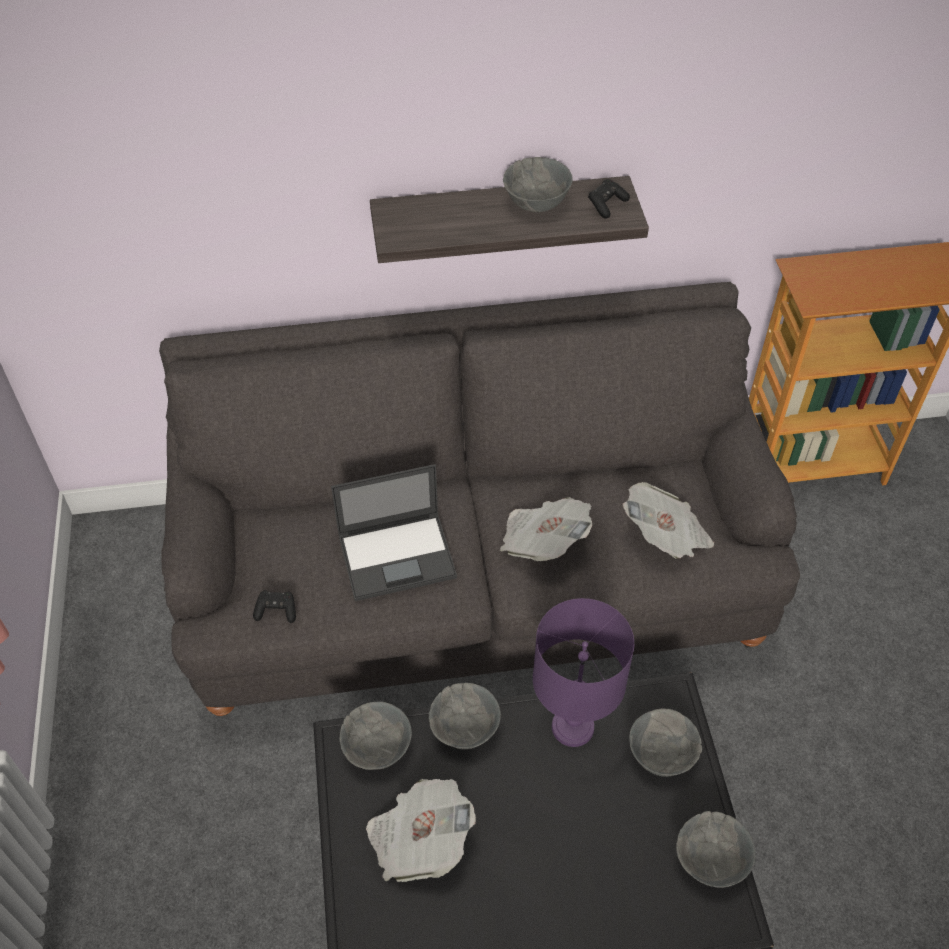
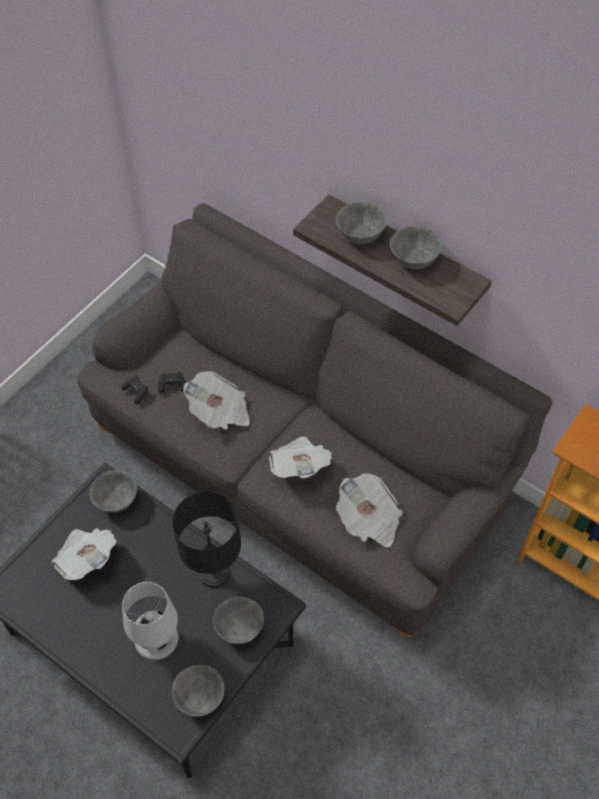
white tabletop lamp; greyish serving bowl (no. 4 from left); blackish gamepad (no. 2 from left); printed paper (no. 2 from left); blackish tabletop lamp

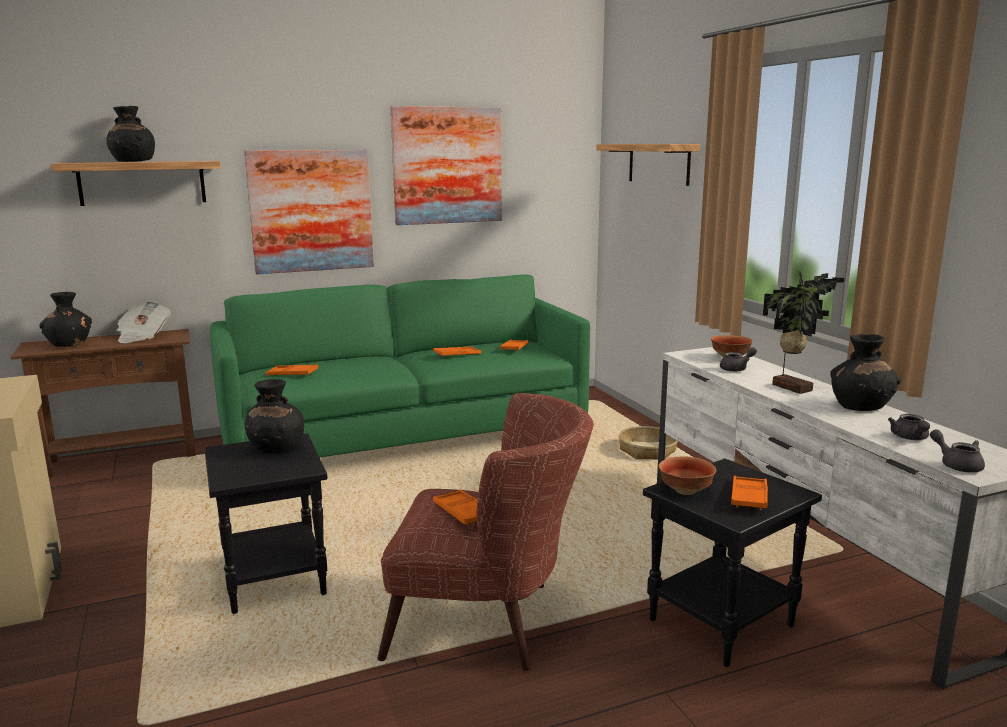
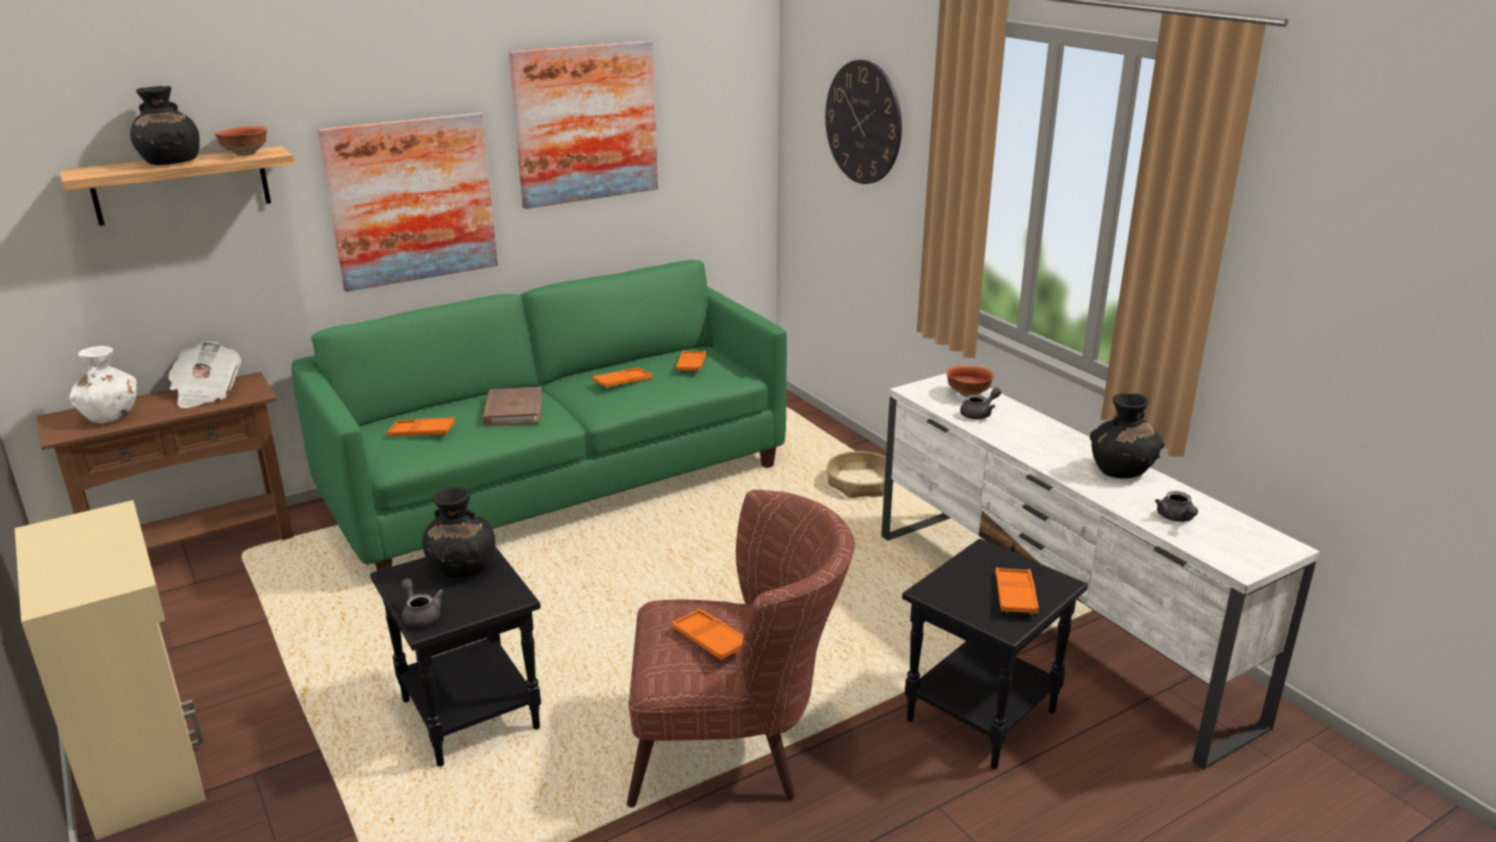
potted plant; brownish book; serving bowl (no. 1 from left); greyish teapot (no. 1 from left); hanging clock; white vase

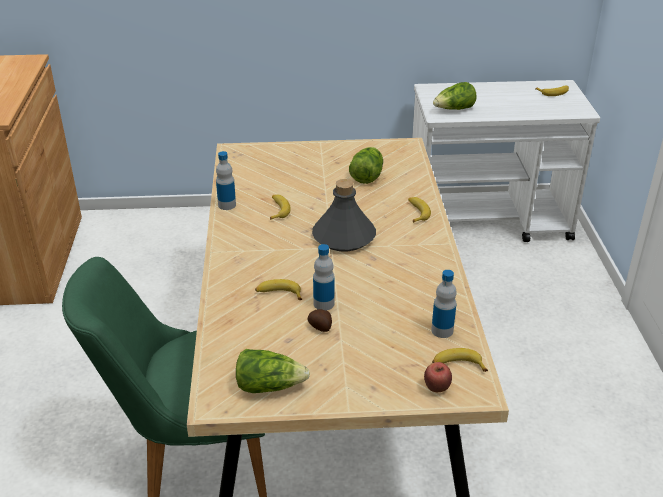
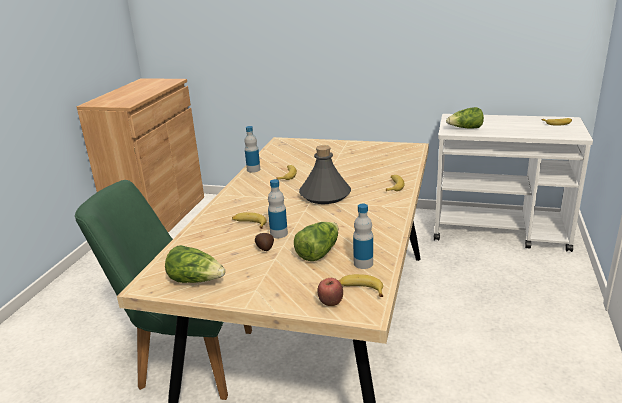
lettuce (no. 2 from left)

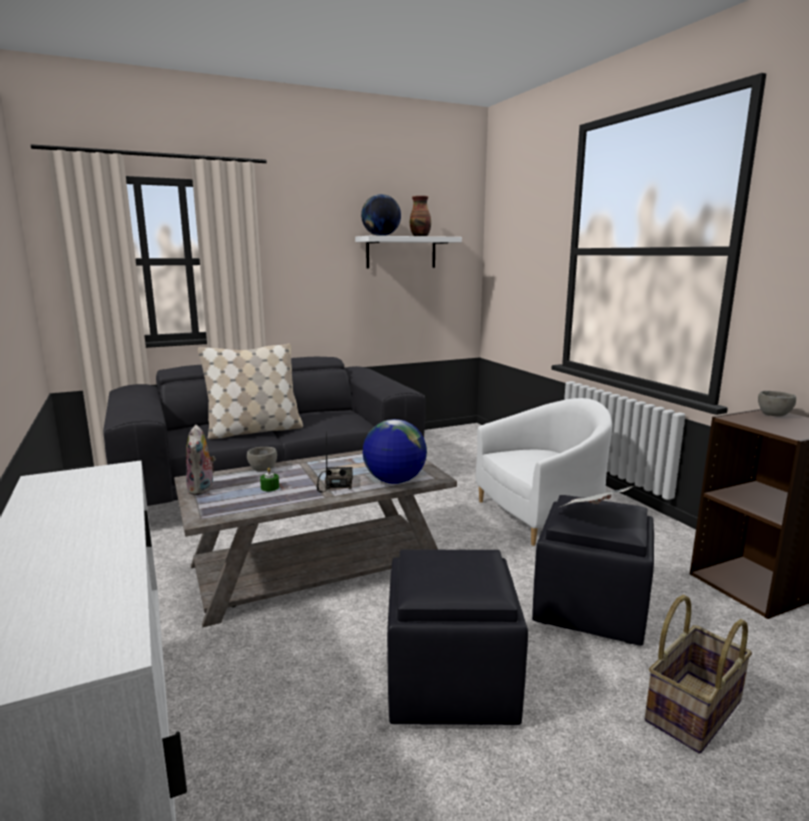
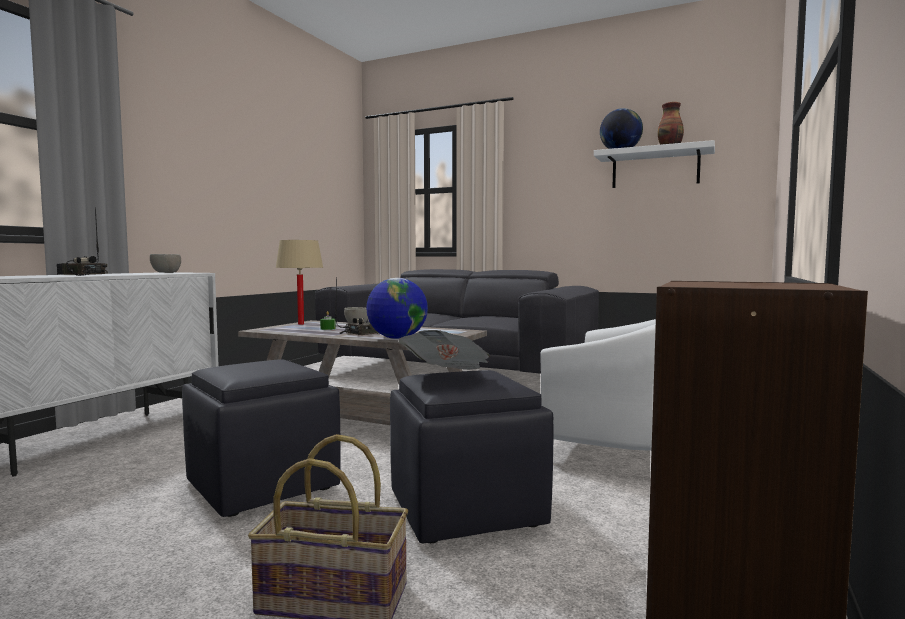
sand-coloured cushion; radio receiver (no. 1 from left); greyish serving bowl (no. 1 from left); sand-coloured tabletop lamp

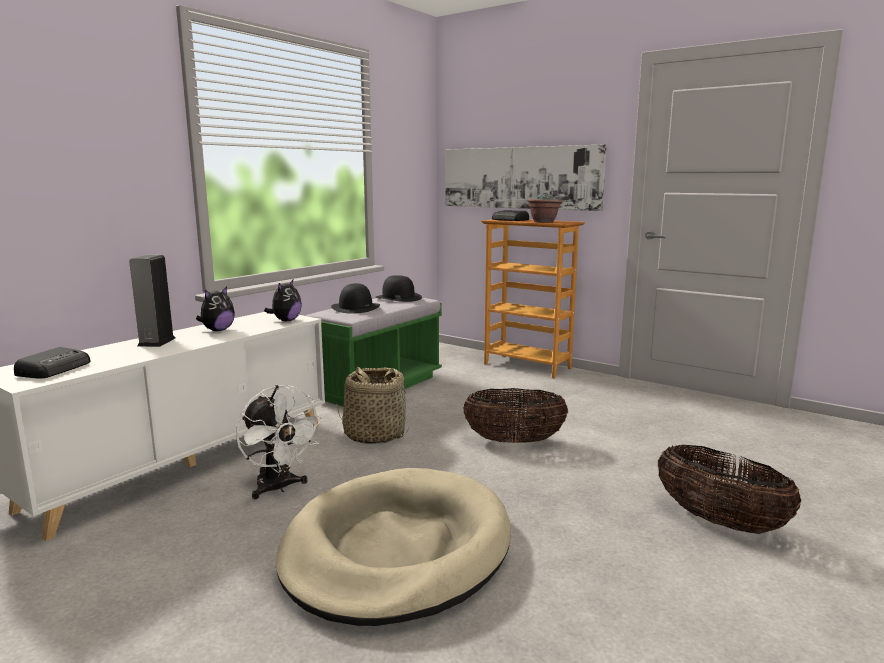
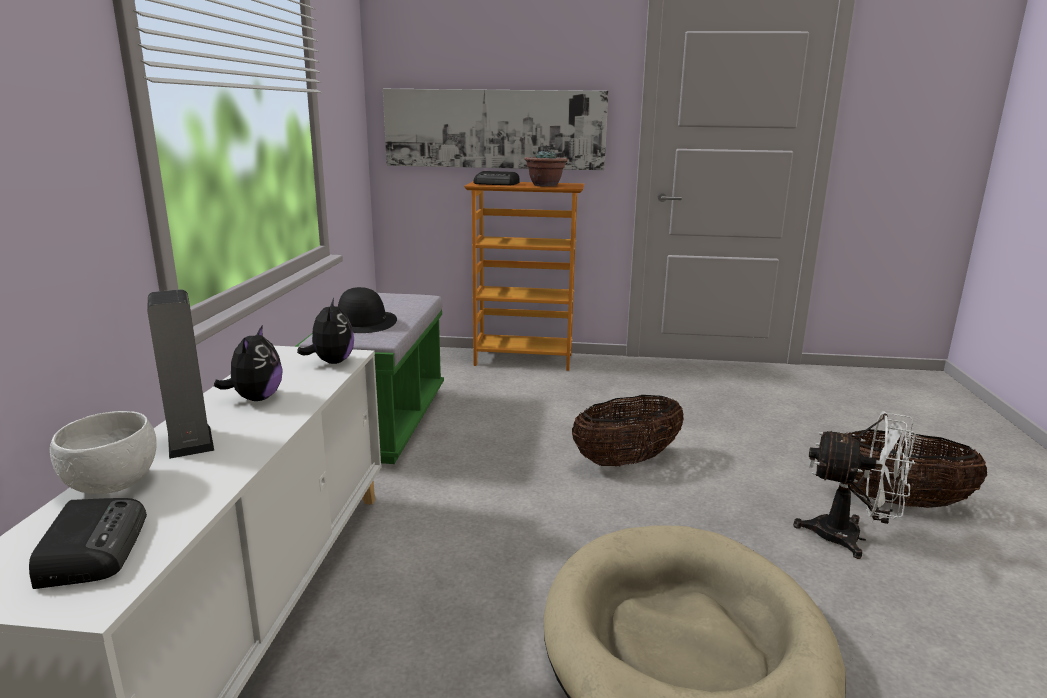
storage basket (no. 1 from left in the first image); blackish hat (no. 2 from left in the first image); white serving bowl; white cooling fan

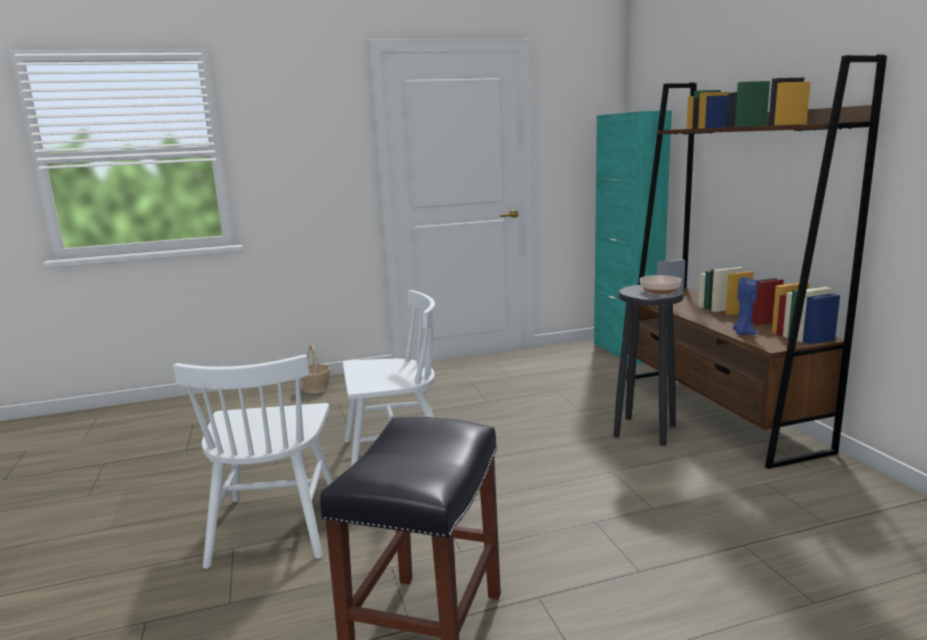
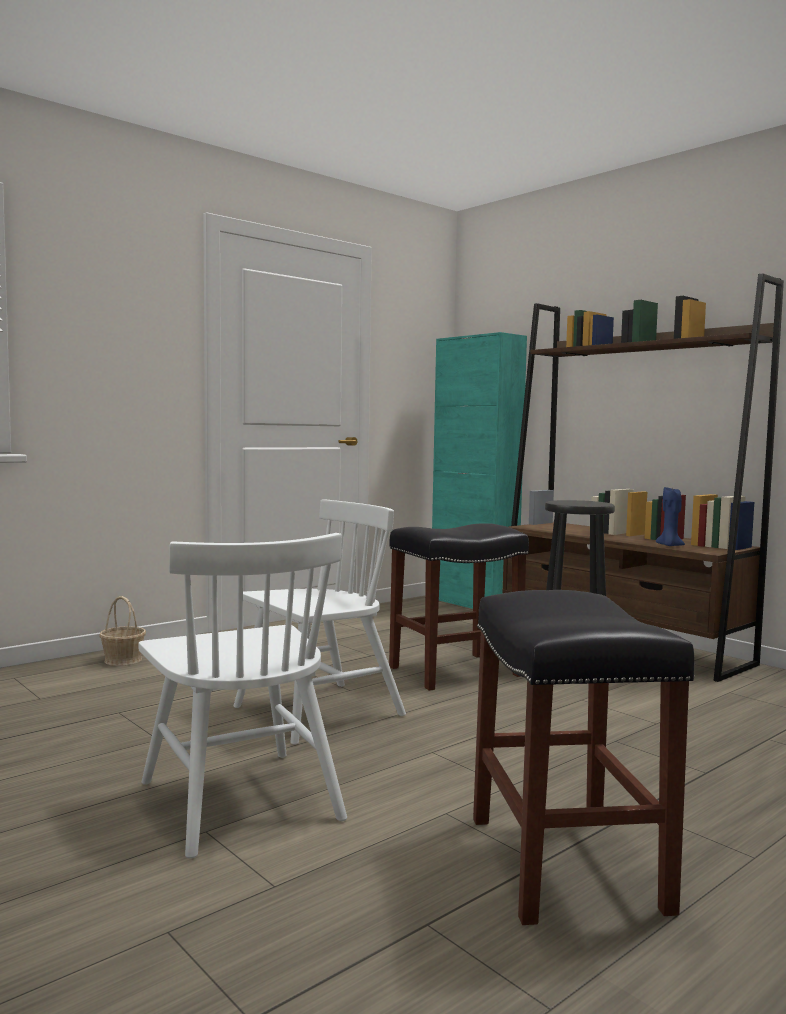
serving bowl; blackish stool (no. 1 from left)

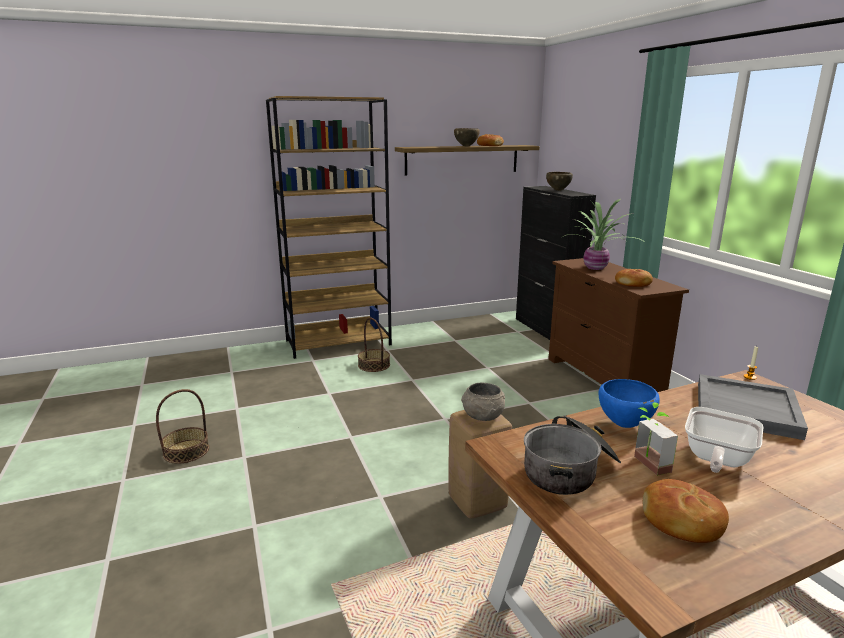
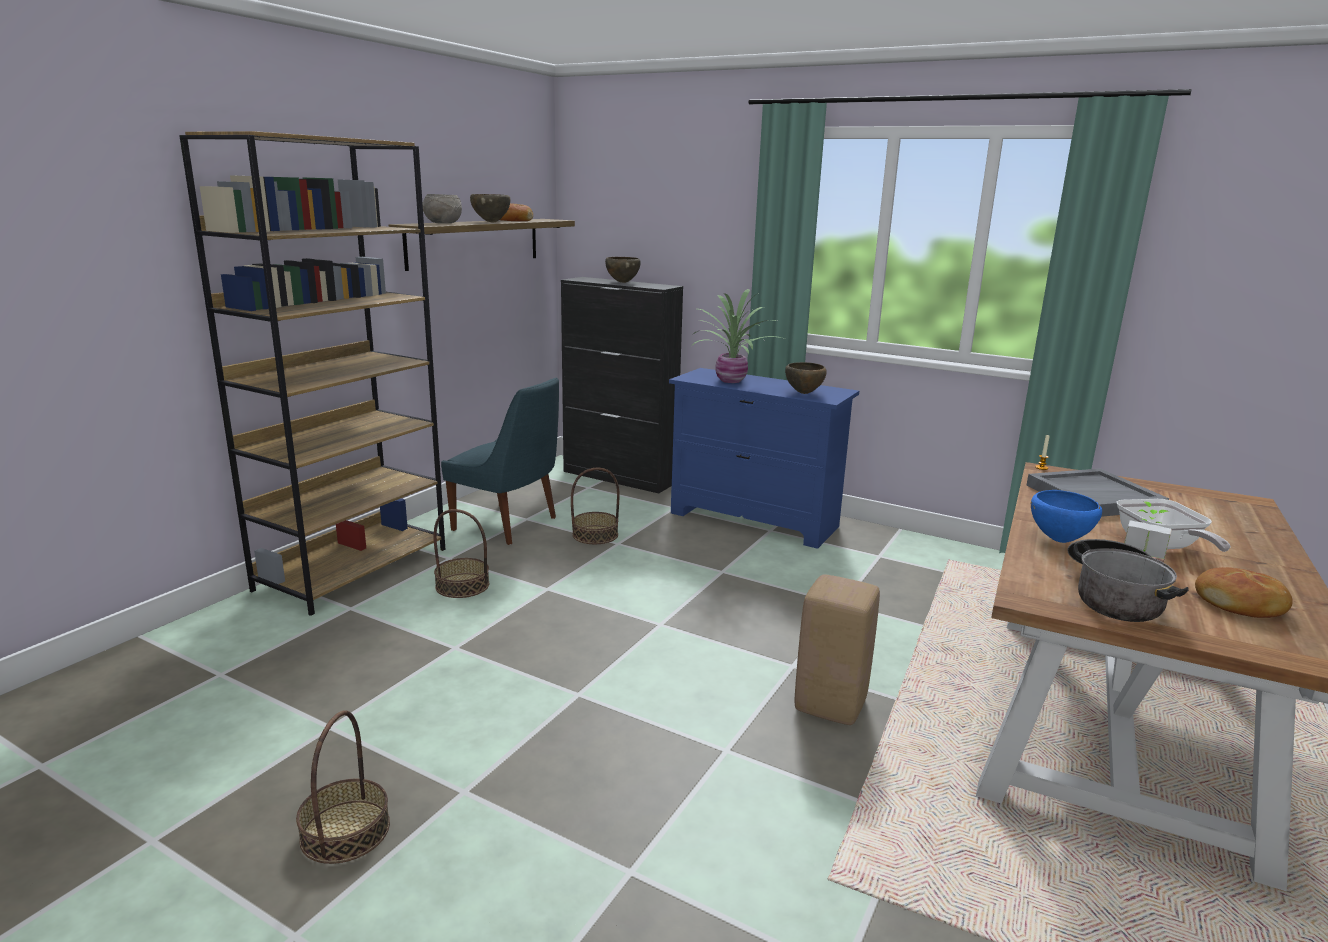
bluish upright chair; storage basket (no. 3 from left); greyish serving bowl; brownish serving bowl (no. 3 from left); bluish chest of drawers

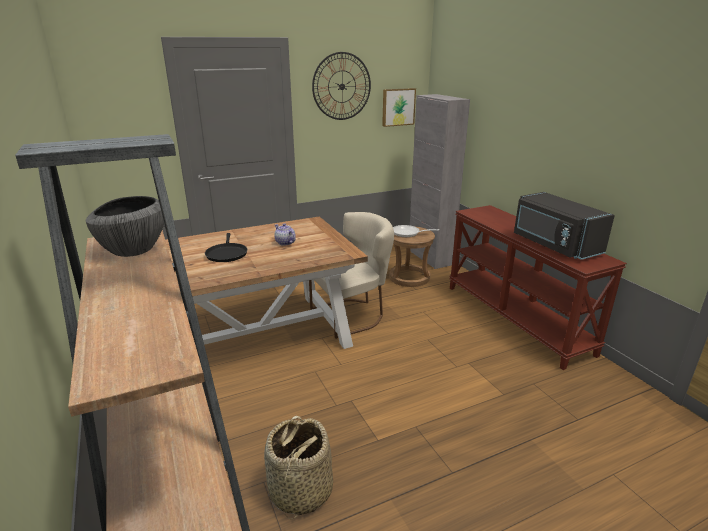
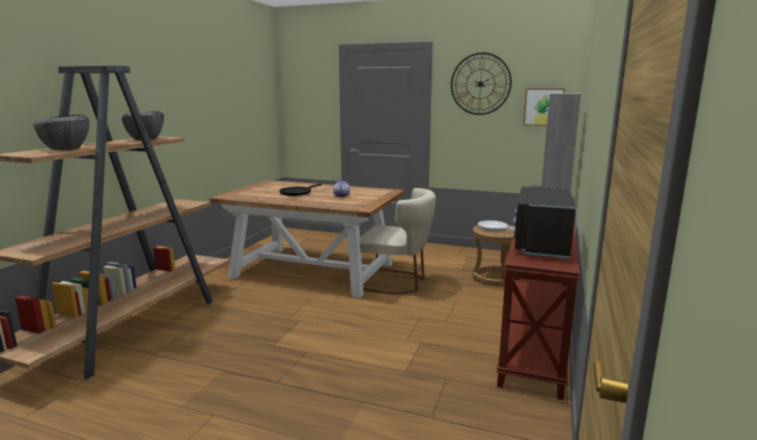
storage basket; serving bowl (no. 1 from left)

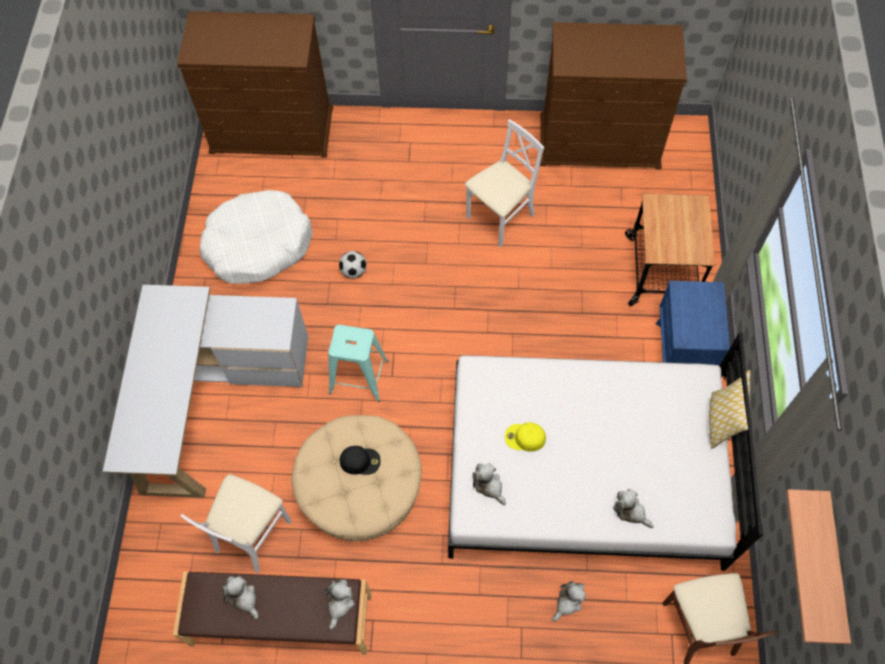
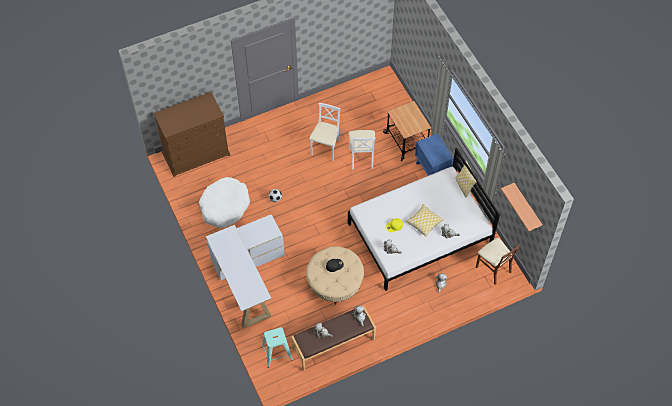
brownish chest of drawers (no. 2 from left in the first image); cushion (no. 1 from left); white upright chair (no. 2 from left); turquoise-coloured stool

